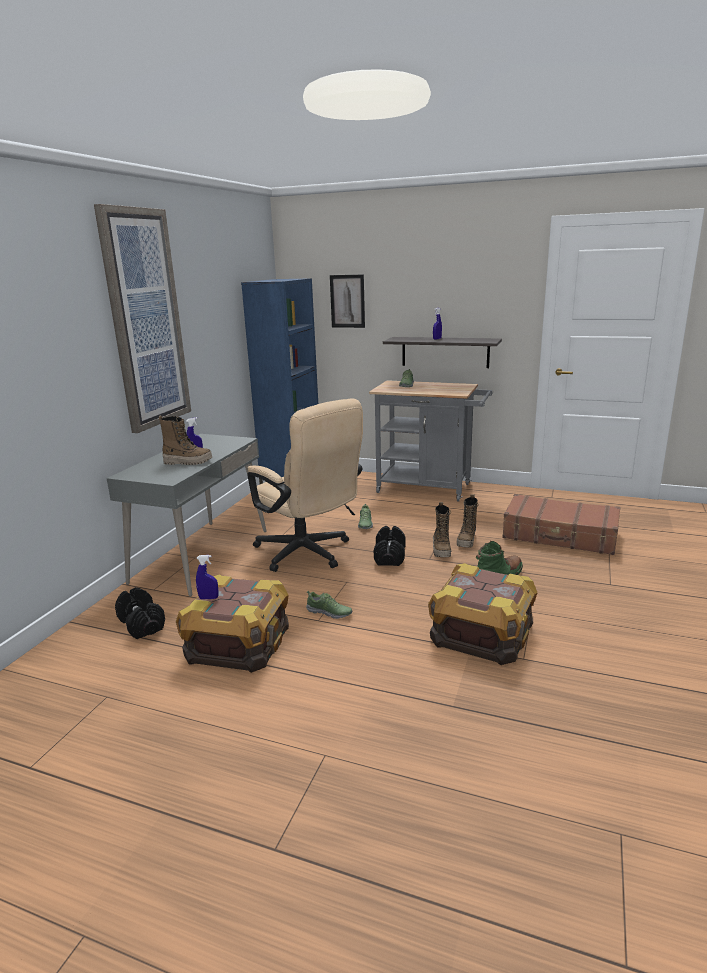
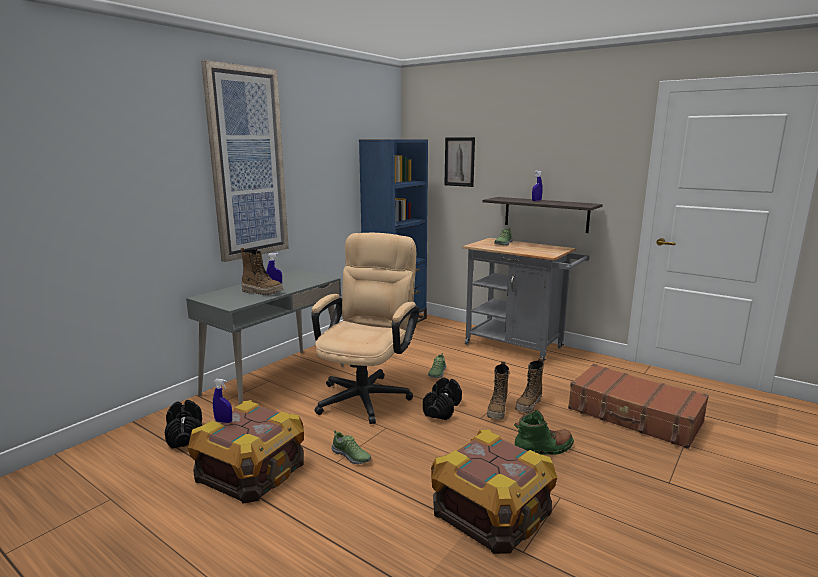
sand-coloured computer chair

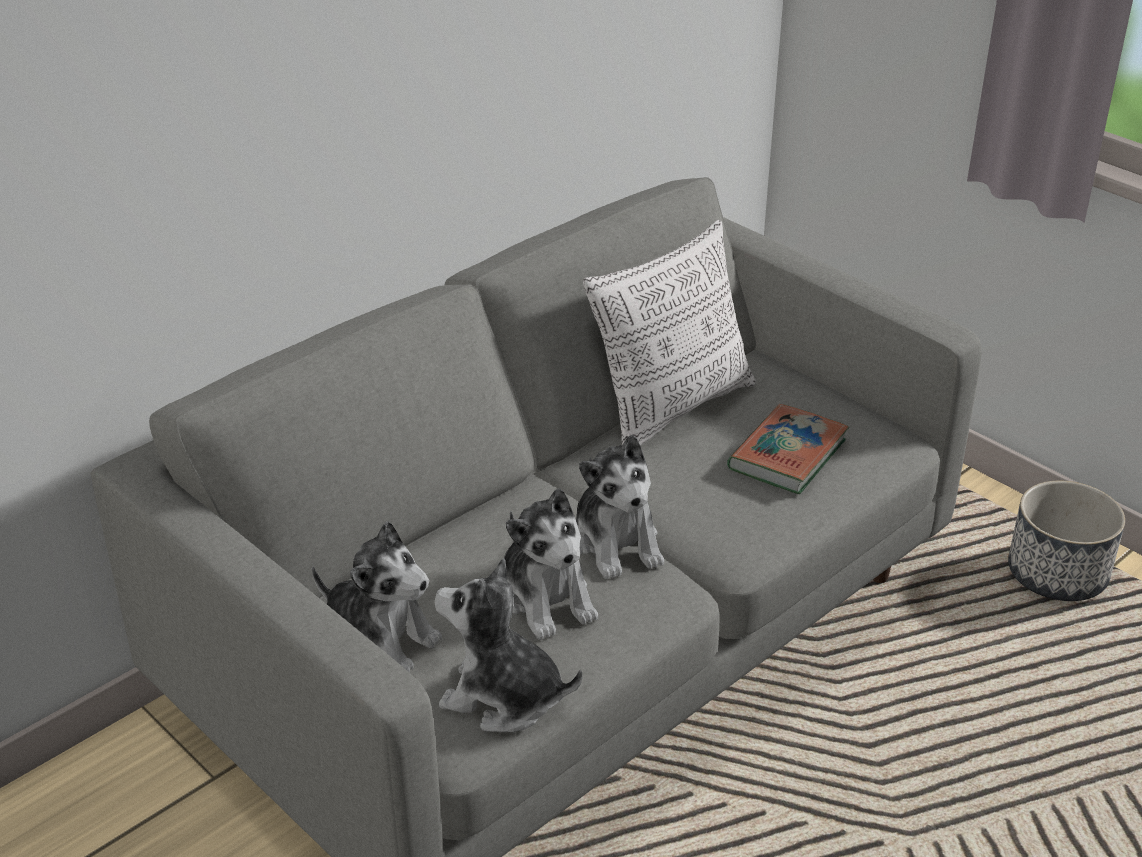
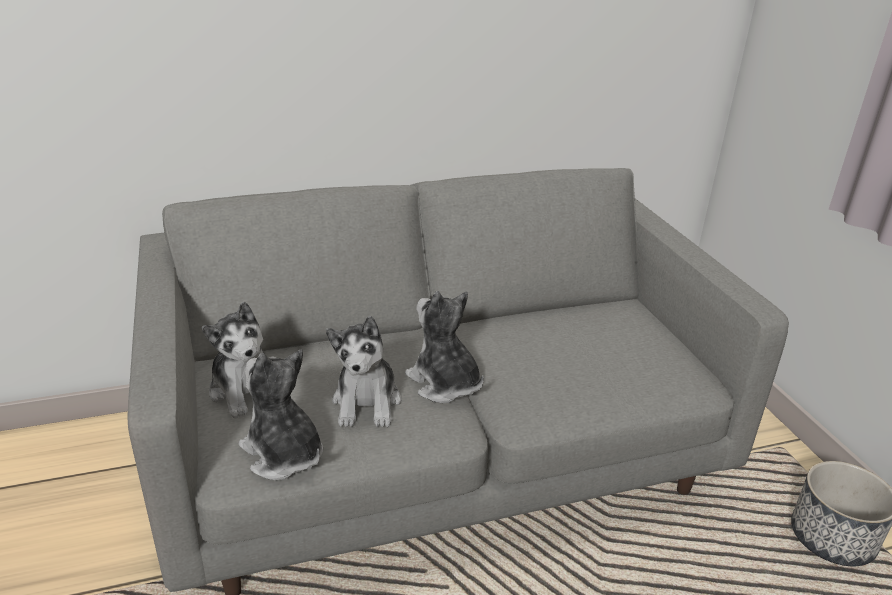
cushion; book; soft toy (no. 4 from left)

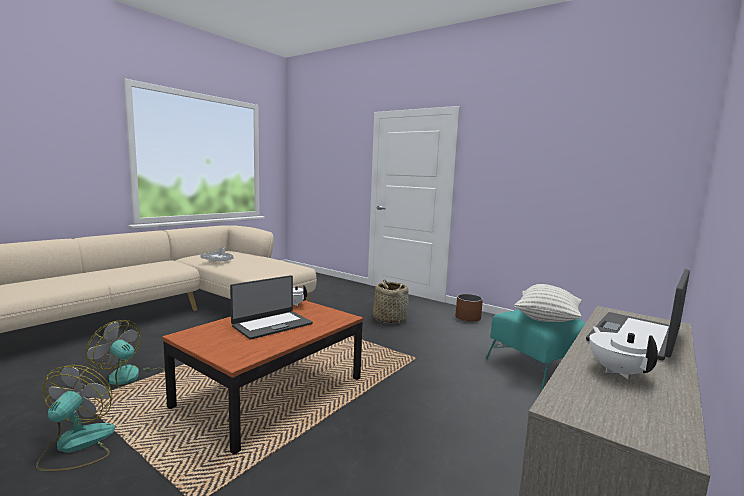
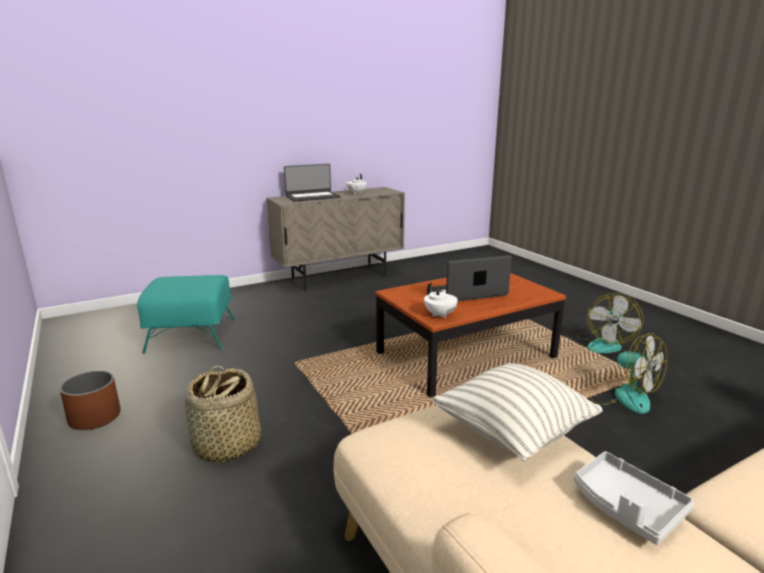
cushion

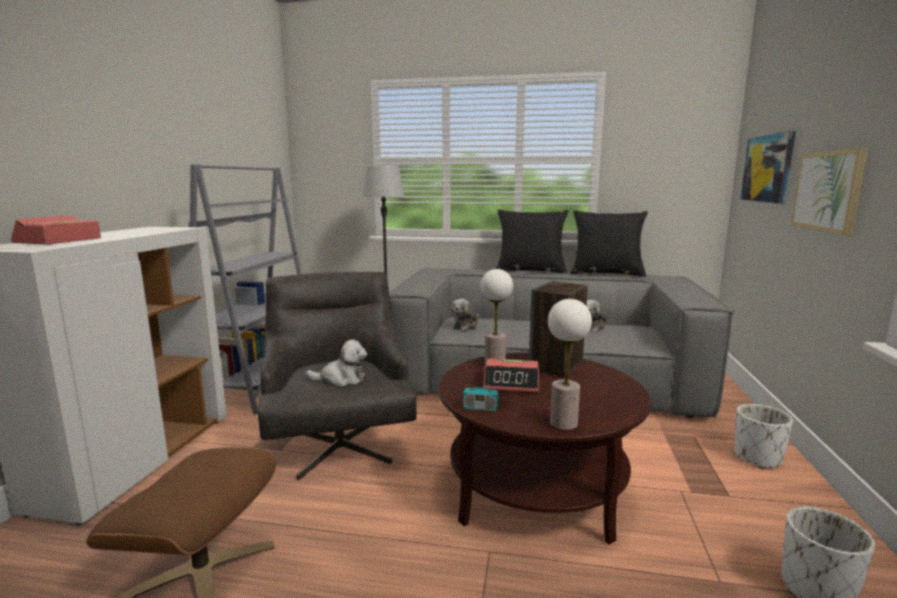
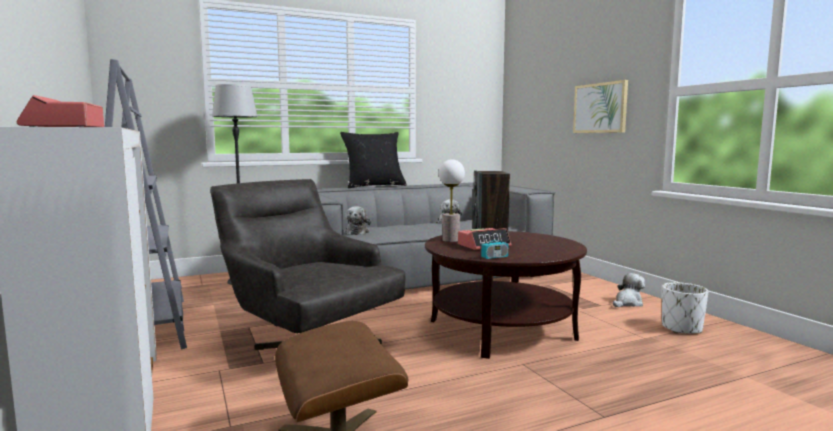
tabletop lamp (no. 2 from left in the first image); blackish cushion (no. 2 from left in the first image); white plant pot (no. 1 from left in the first image); picture (no. 1 from left in the first image); soft toy (no. 3 from left)

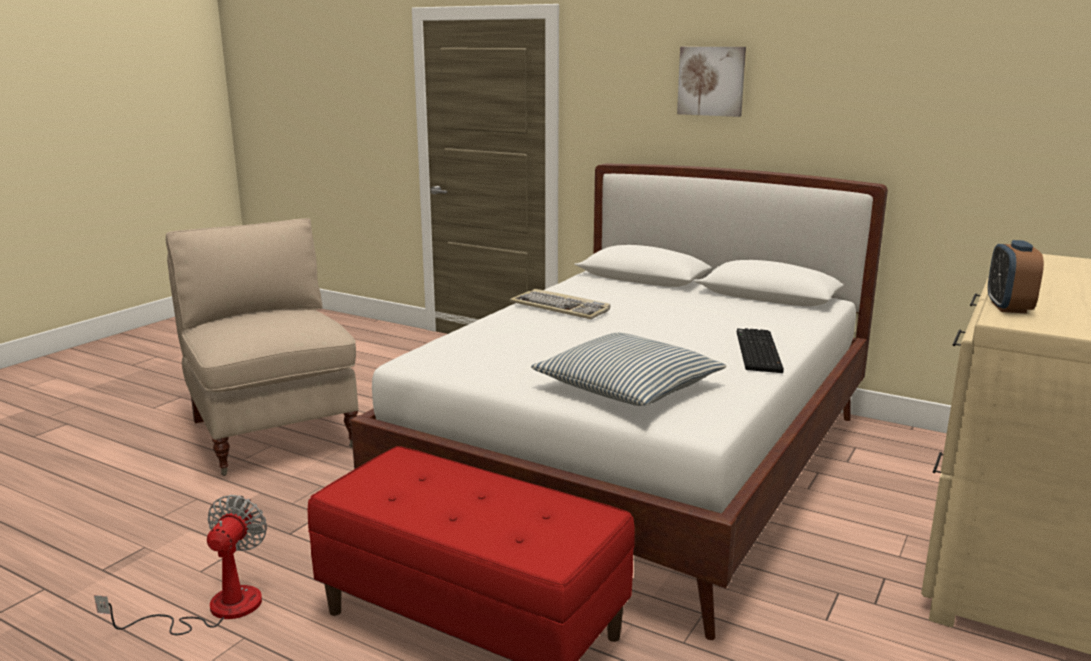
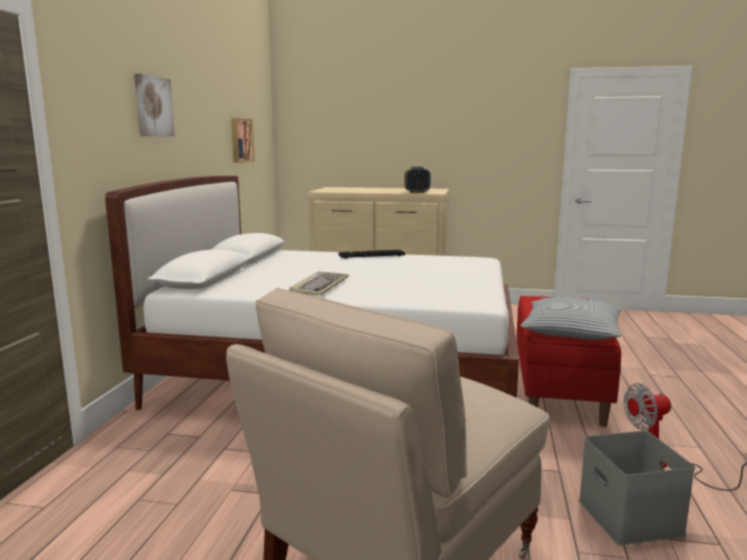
picture (no. 2 from left); greyish storage bin; cushion

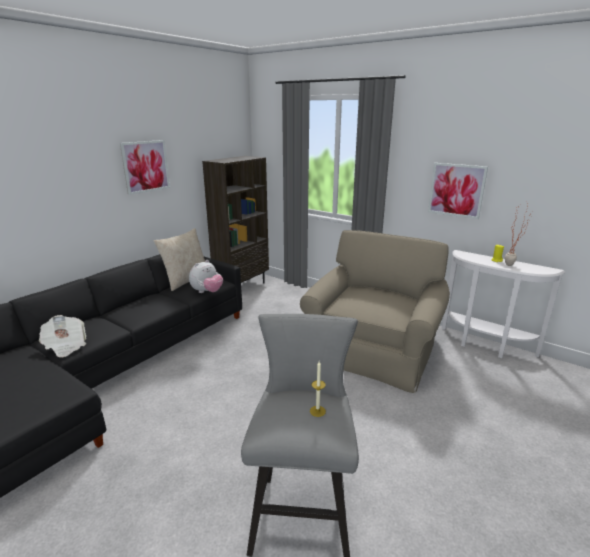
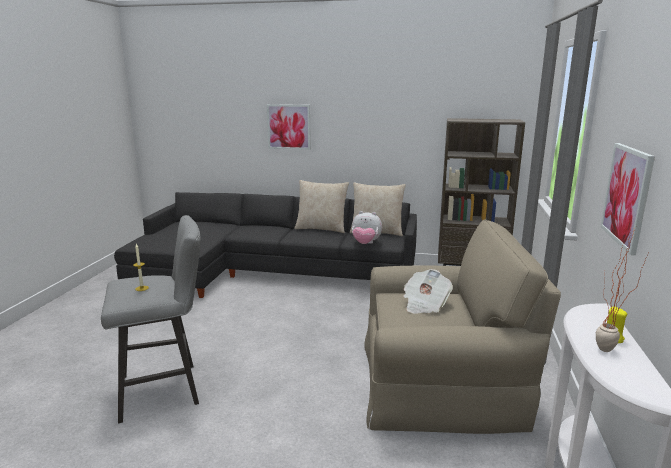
sand-coloured cushion (no. 1 from left); printed paper; picture (no. 1 from left)

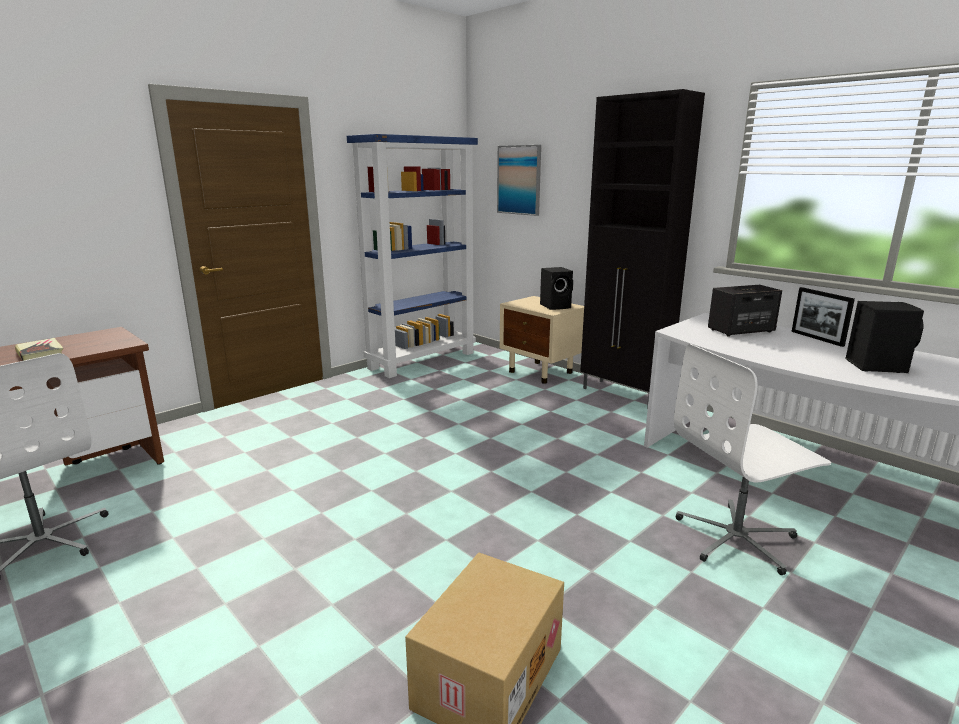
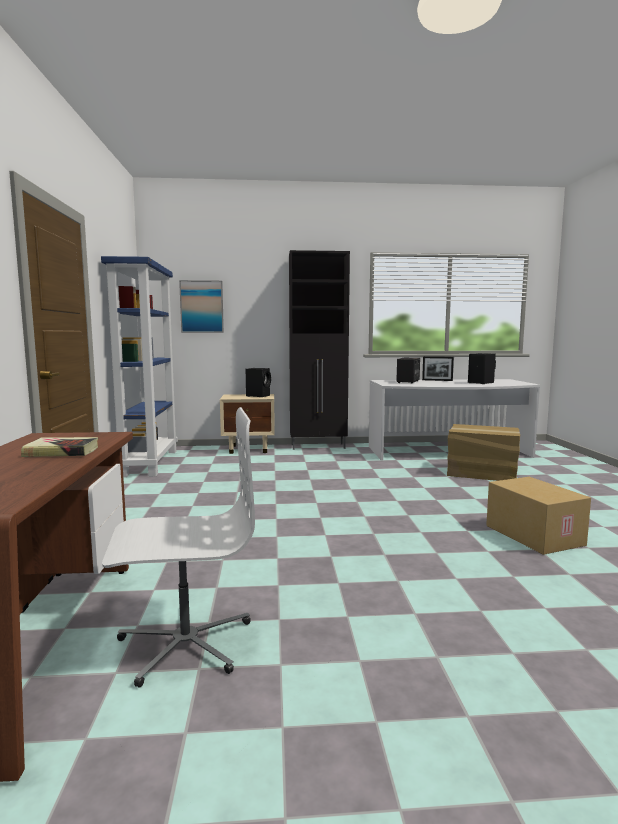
cardboard box (no. 1 from left)

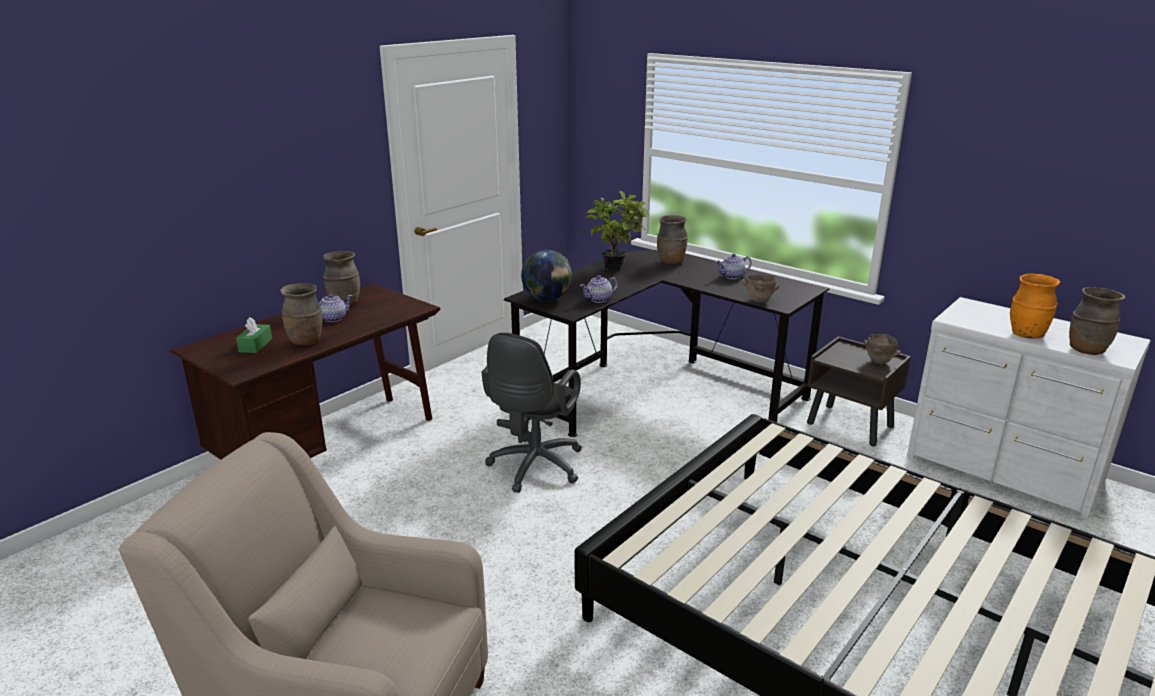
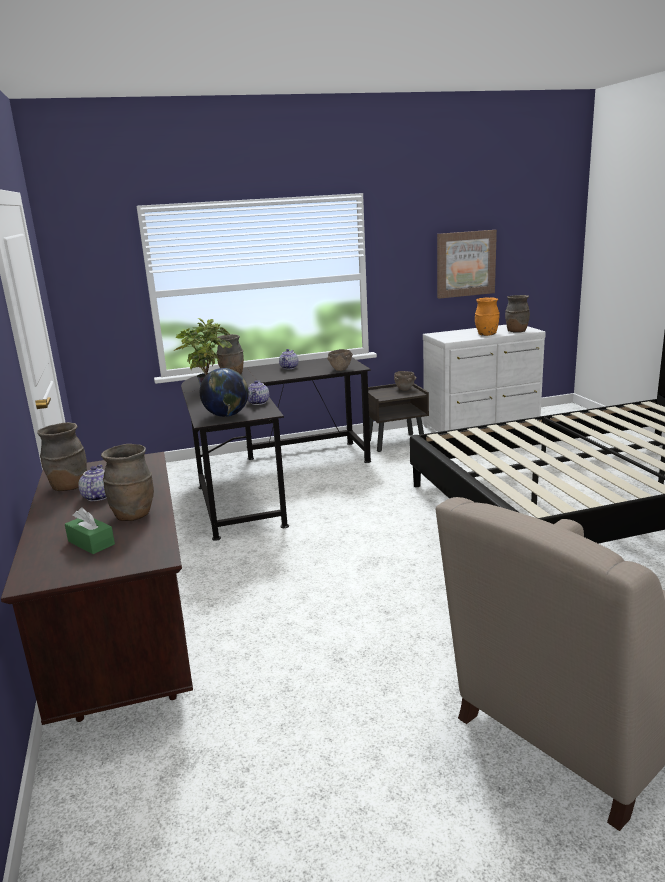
blackish computer chair; picture

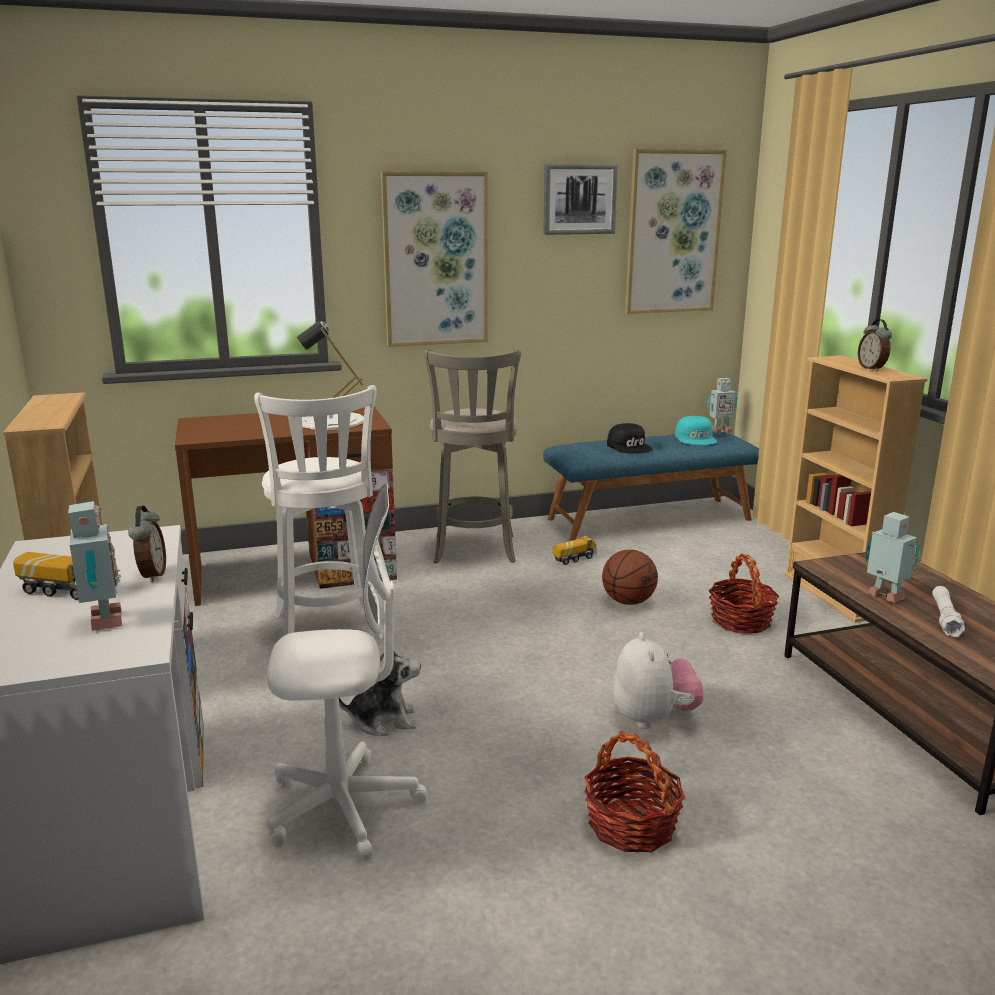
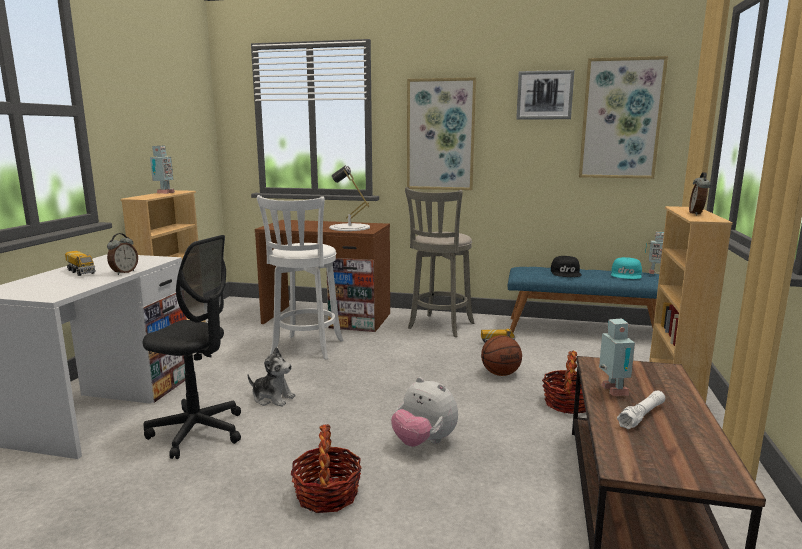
toy robot (no. 1 from left); blackish computer chair; soft toy (no. 2 from left)

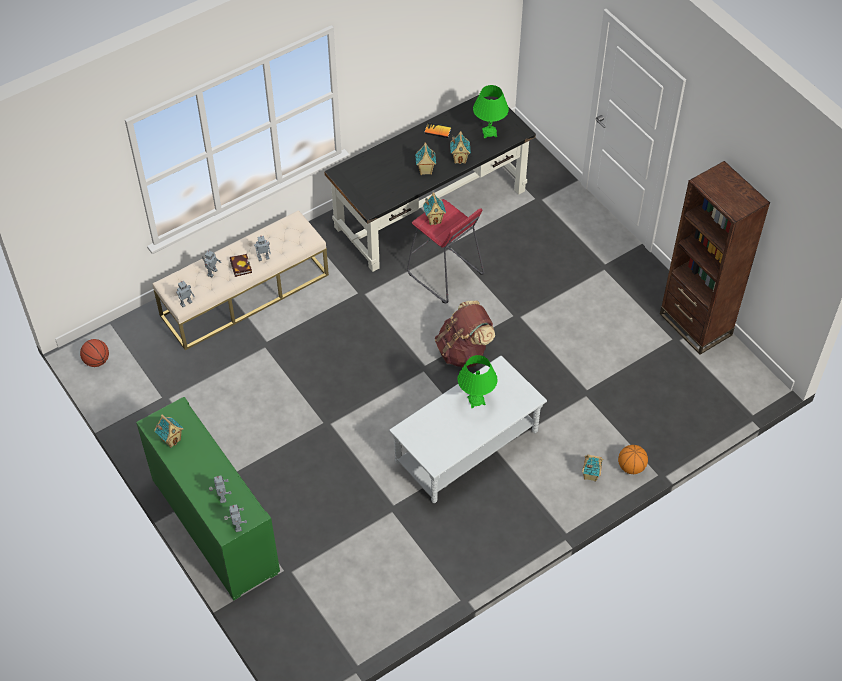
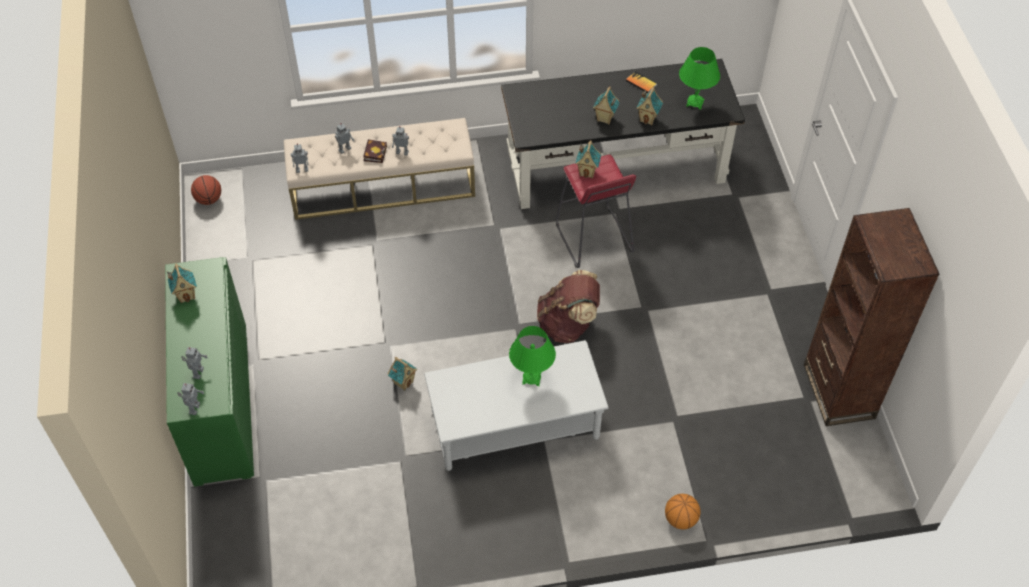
toy house (no. 2 from left)

